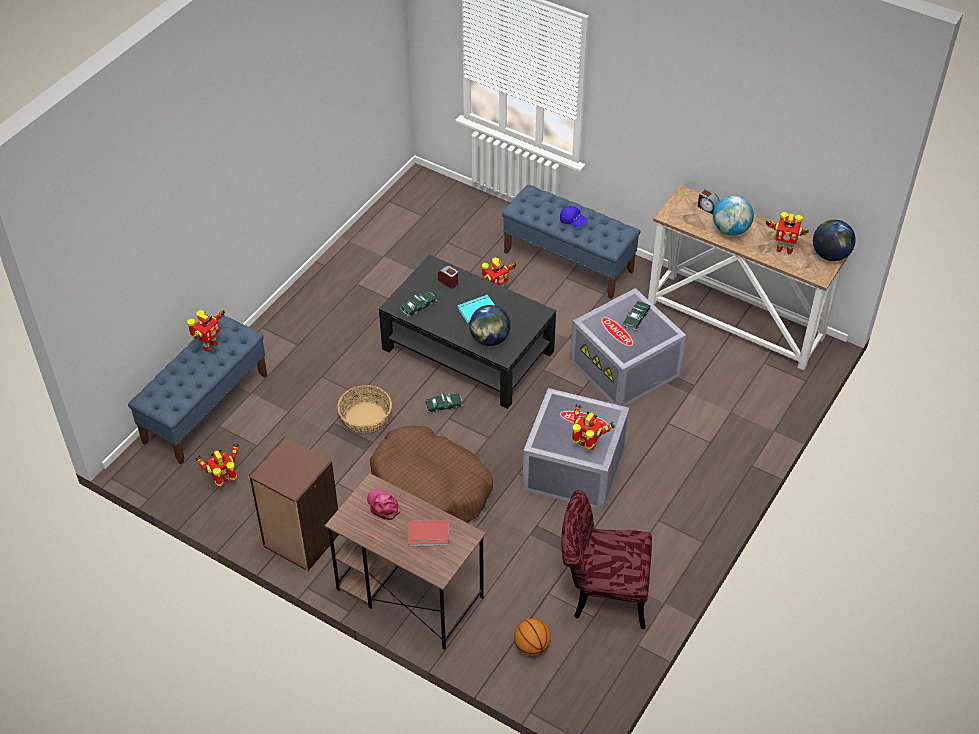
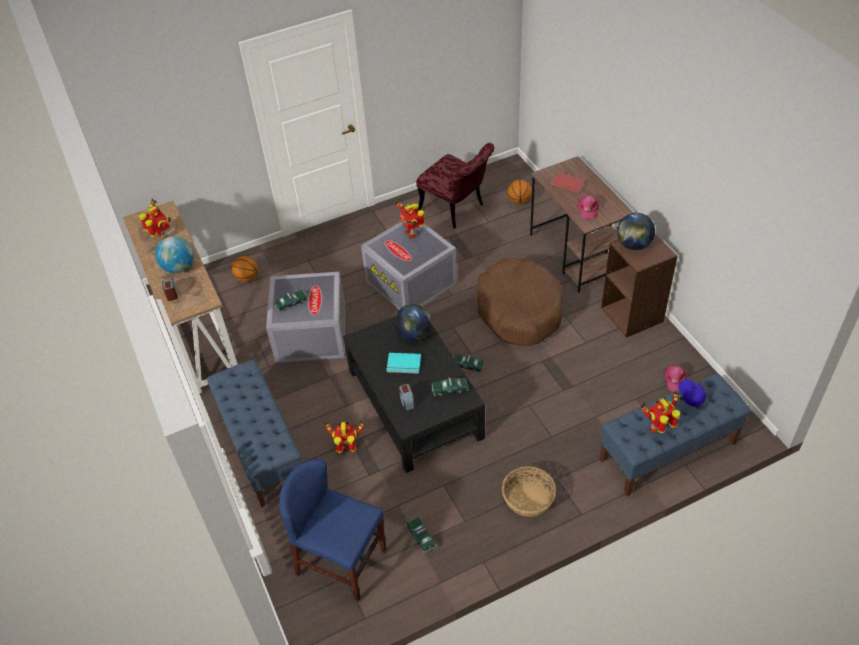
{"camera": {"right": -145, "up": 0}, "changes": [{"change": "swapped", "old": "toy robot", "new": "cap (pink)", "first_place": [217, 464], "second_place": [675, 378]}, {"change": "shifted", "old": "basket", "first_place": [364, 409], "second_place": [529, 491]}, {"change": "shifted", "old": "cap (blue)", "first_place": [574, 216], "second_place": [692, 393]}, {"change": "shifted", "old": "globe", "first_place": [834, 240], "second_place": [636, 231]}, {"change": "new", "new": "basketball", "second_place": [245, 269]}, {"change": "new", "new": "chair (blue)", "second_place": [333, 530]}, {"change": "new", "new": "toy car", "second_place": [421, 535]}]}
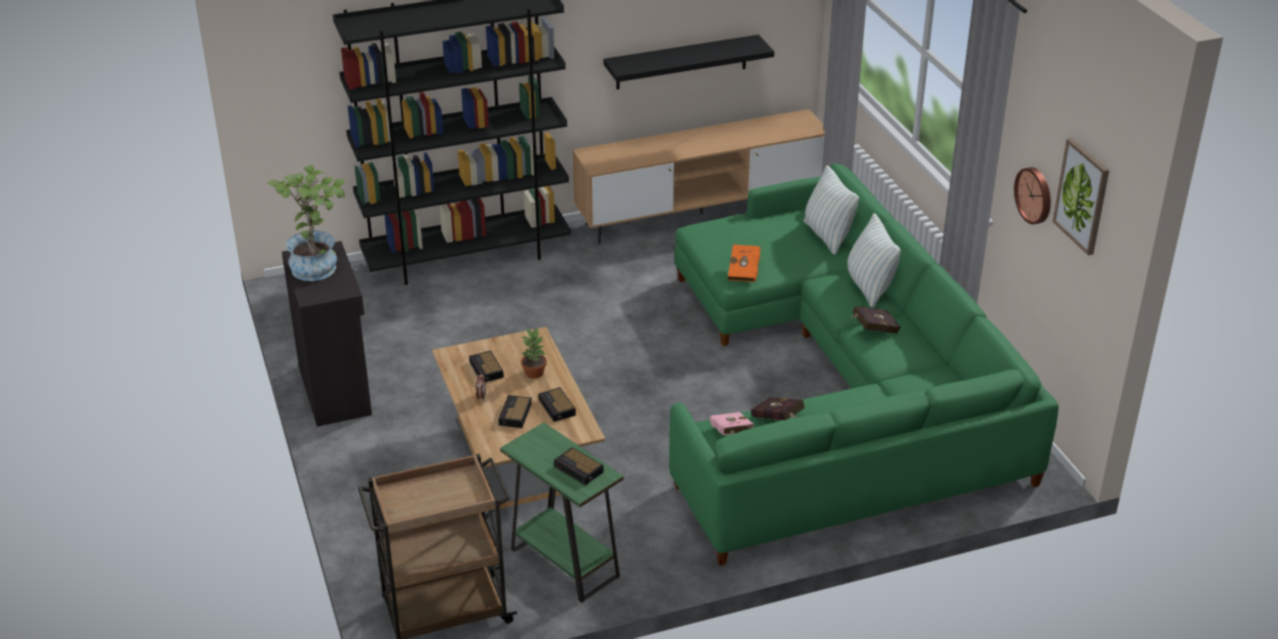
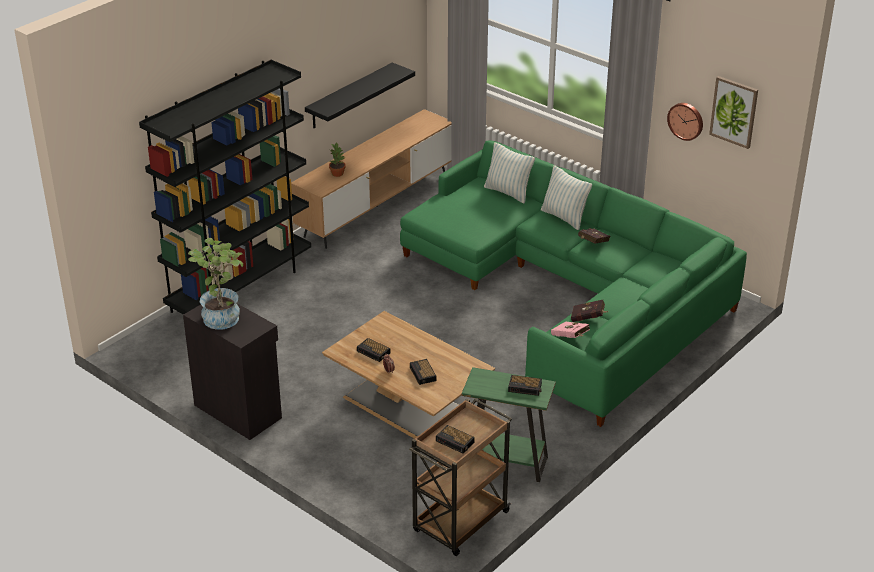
{"camera": {"right": -30, "up": 0}, "changes": [{"change": "shifted", "old": "potted plant", "first_place": [534, 353], "second_place": [337, 160]}, {"change": "shifted", "old": "alarm clock", "first_place": [557, 404], "second_place": [455, 439]}, {"change": "gone", "old": "book (orange)", "first_place": [744, 263]}]}
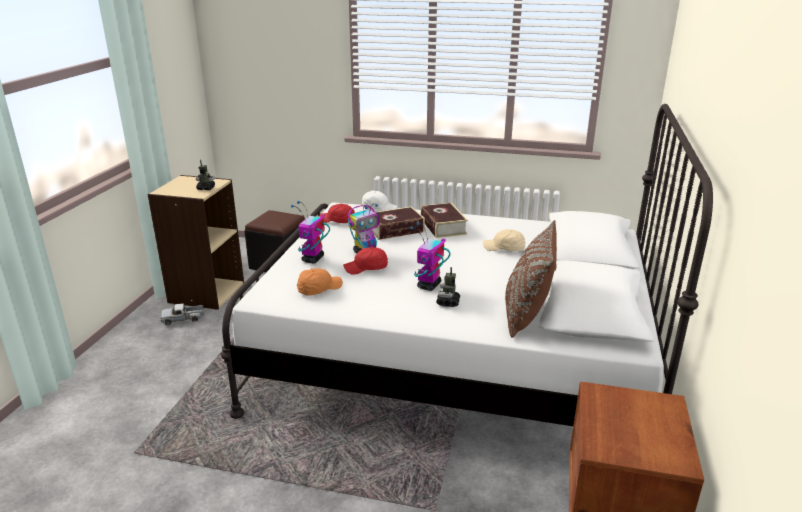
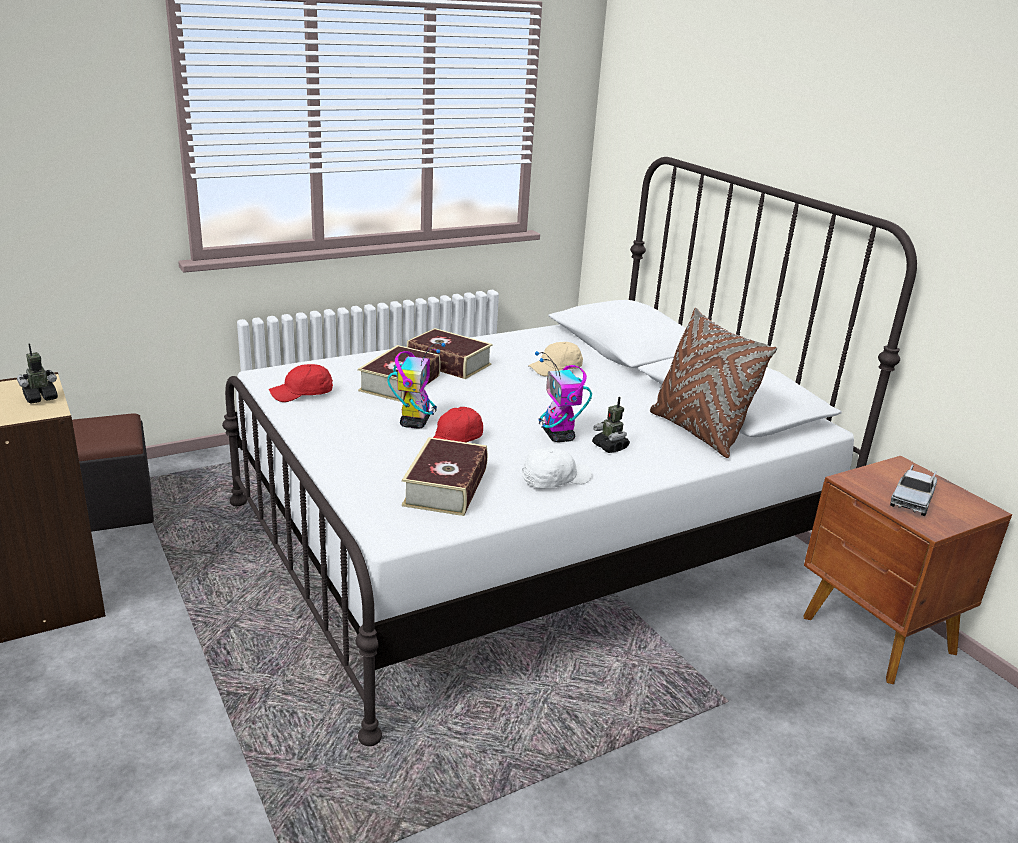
{"camera": {"right": -45, "up": 0}, "changes": [{"change": "shifted", "old": "toy truck", "first_place": [182, 314], "second_place": [913, 490]}, {"change": "gone", "old": "toy robot", "first_place": [310, 232]}, {"change": "swapped", "old": "cap (orange)", "new": "book", "first_place": [320, 282], "second_place": [445, 476]}, {"change": "shifted", "old": "cap (white)", "first_place": [379, 200], "second_place": [557, 467]}]}
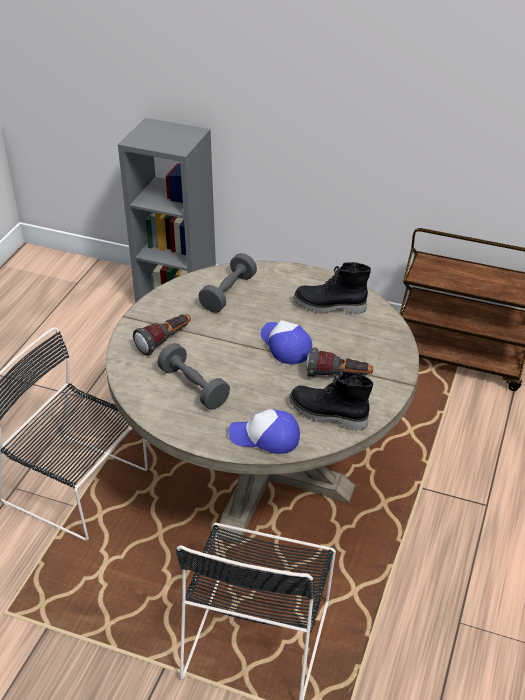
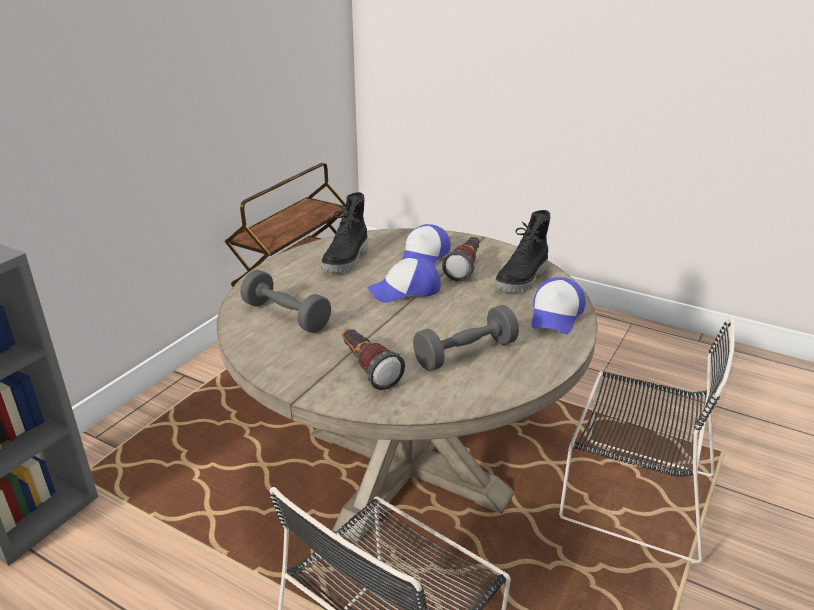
{"camera": {"right": -80, "up": -10}, "changes": [{"change": "new", "new": "cap", "second_place": [426, 244]}]}
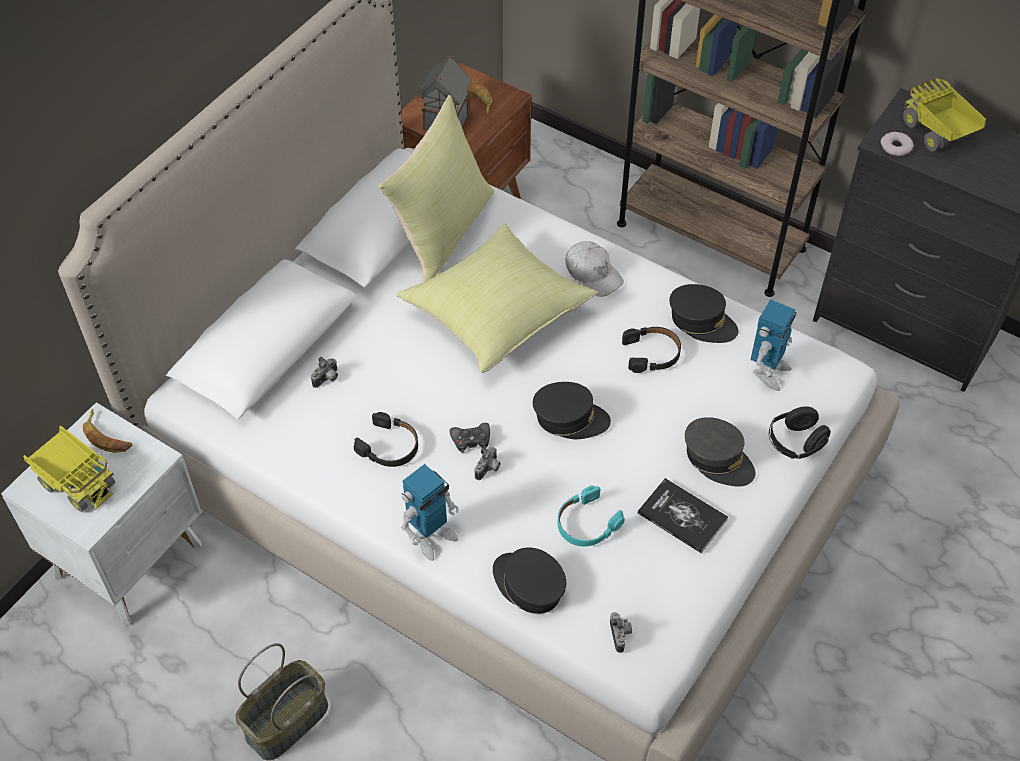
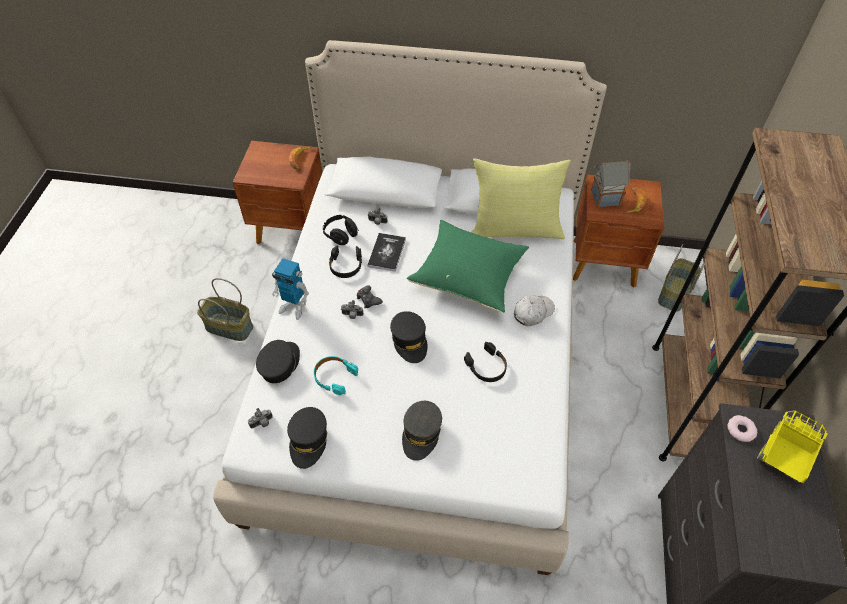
{"camera": {"right": 65, "up": 0}, "changes": [{"change": "repainted", "old": "nightstand (white)", "new": "nightstand (brown)", "first_place": [101, 514], "second_place": [278, 192]}, {"change": "gone", "old": "toy truck", "first_place": [69, 468]}, {"change": "repainted", "old": "pillow (yellow)", "new": "pillow (green)", "first_place": [496, 298], "second_place": [468, 266]}, {"change": "rotated", "old": "cap (white)", "first_place": [595, 269], "second_place": [534, 310], "degrees": -150}, {"change": "shifted", "old": "book", "first_place": [683, 515], "second_place": [386, 252]}, {"change": "shifted", "old": "cap (black)", "first_place": [703, 313], "second_place": [307, 438]}, {"change": "gone", "old": "toy robot", "first_place": [773, 345]}, {"change": "shifted", "old": "headphones (black)", "first_place": [800, 432], "second_place": [341, 230]}, {"change": "new", "new": "basket", "second_place": [681, 278]}]}
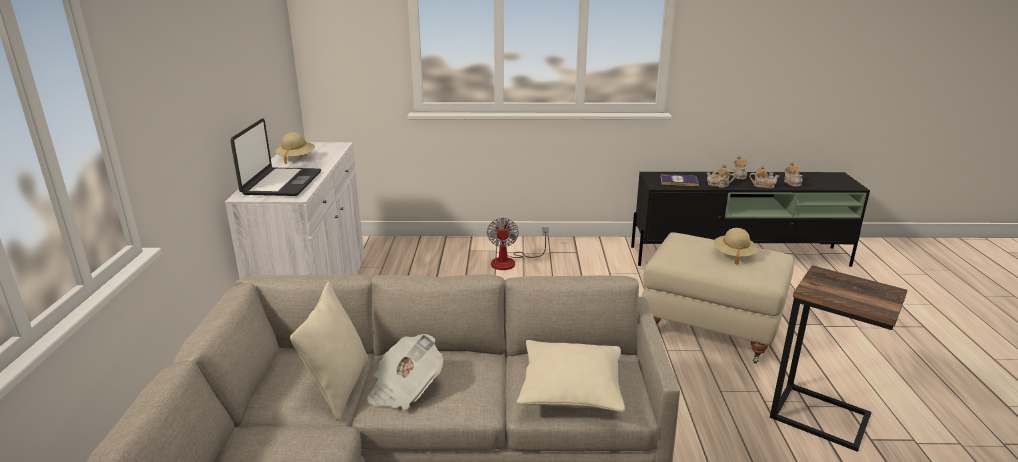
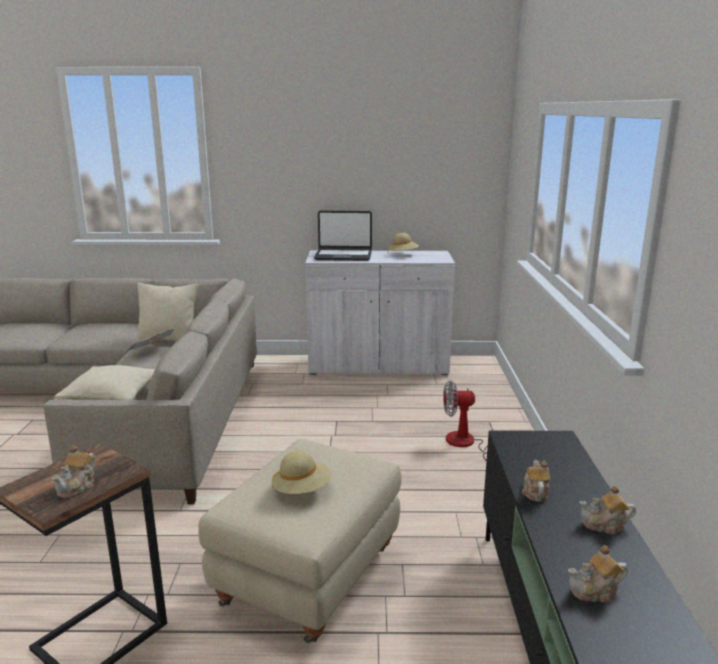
{"camera": {"right": 90, "up": -5}, "changes": [{"change": "gone", "old": "book", "first_place": [680, 180]}, {"change": "shifted", "old": "teapot", "first_place": [764, 176], "second_place": [74, 471]}]}
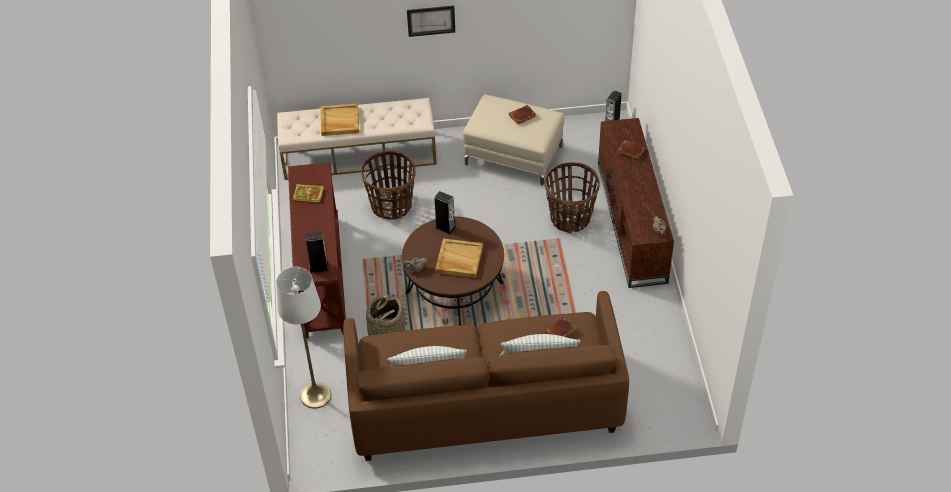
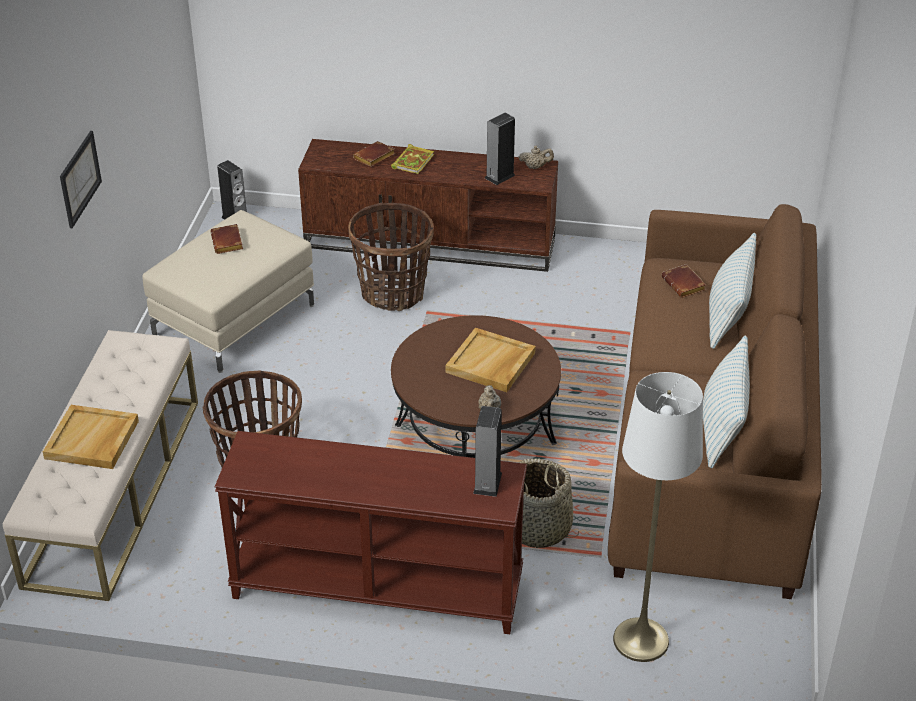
{"camera": {"right": -75, "up": -10}, "changes": [{"change": "shifted", "old": "book", "first_place": [308, 193], "second_place": [412, 159]}, {"change": "shifted", "old": "speaker", "first_place": [445, 212], "second_place": [500, 149]}]}
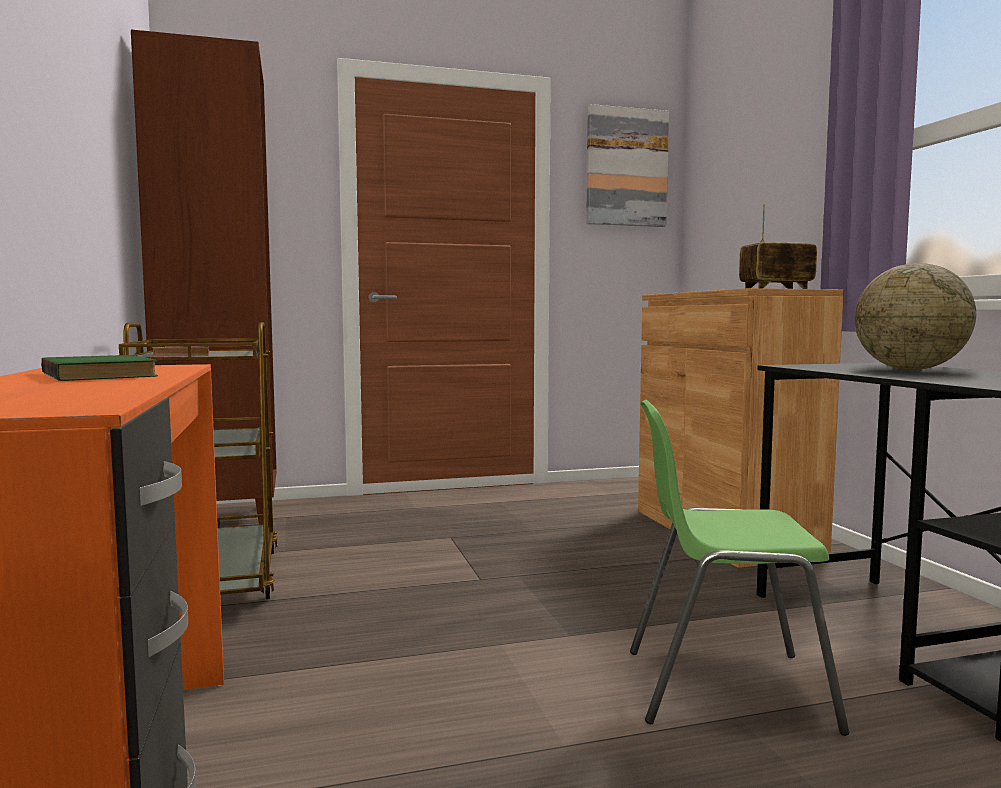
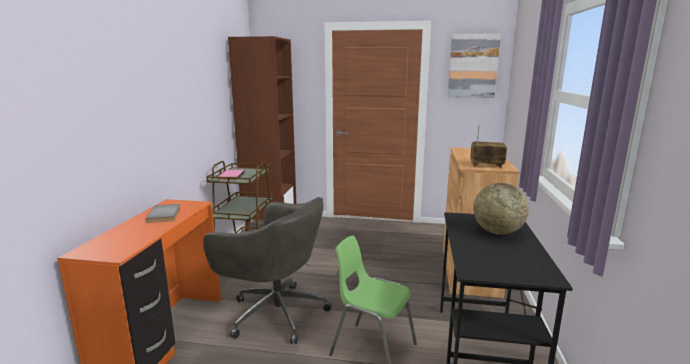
{"camera": {"right": 25, "up": 10}, "changes": [{"change": "repainted", "old": "book (green)", "new": "book (grey)", "first_place": [99, 368], "second_place": [163, 213]}, {"change": "new", "new": "office chair (grey)", "second_place": [267, 270]}]}
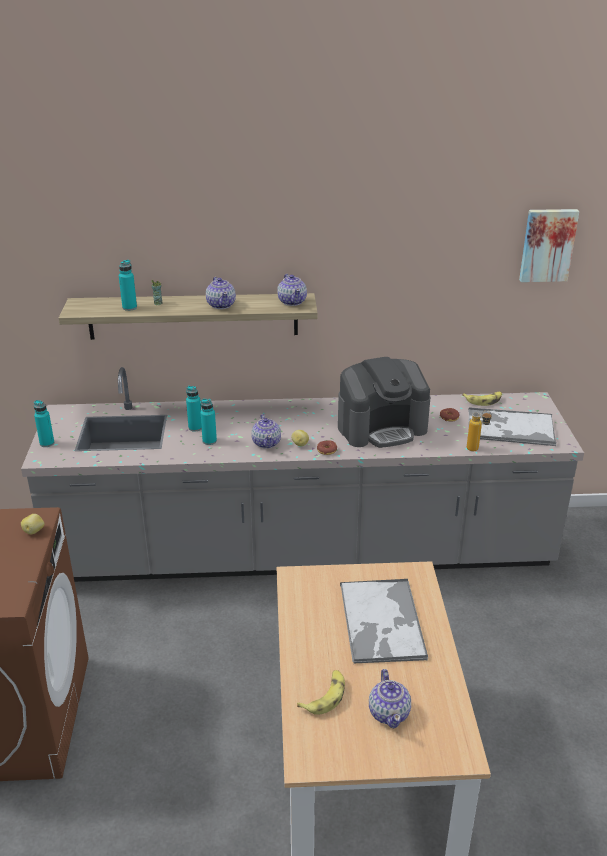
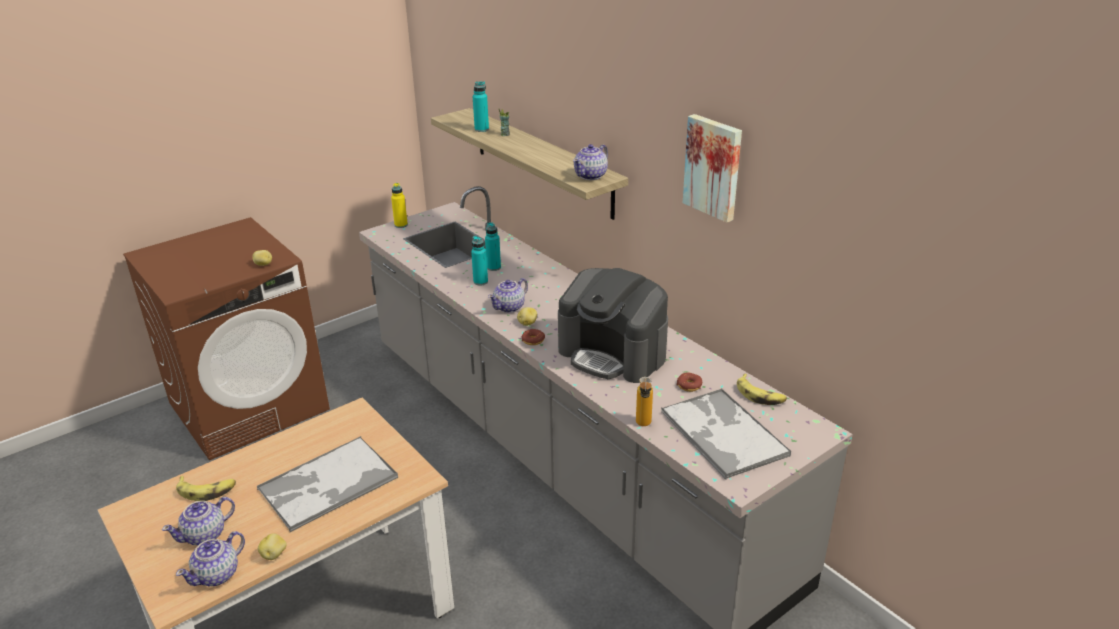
{"camera": {"right": 55, "up": 0}, "changes": [{"change": "repainted", "old": "bottle (turquoise)", "new": "bottle (yellow)", "first_place": [44, 423], "second_place": [399, 205]}, {"change": "shifted", "old": "teapot", "first_place": [221, 293], "second_place": [210, 558]}, {"change": "shifted", "old": "picture", "first_place": [549, 245], "second_place": [712, 168]}, {"change": "new", "new": "potato", "second_place": [272, 546]}]}
